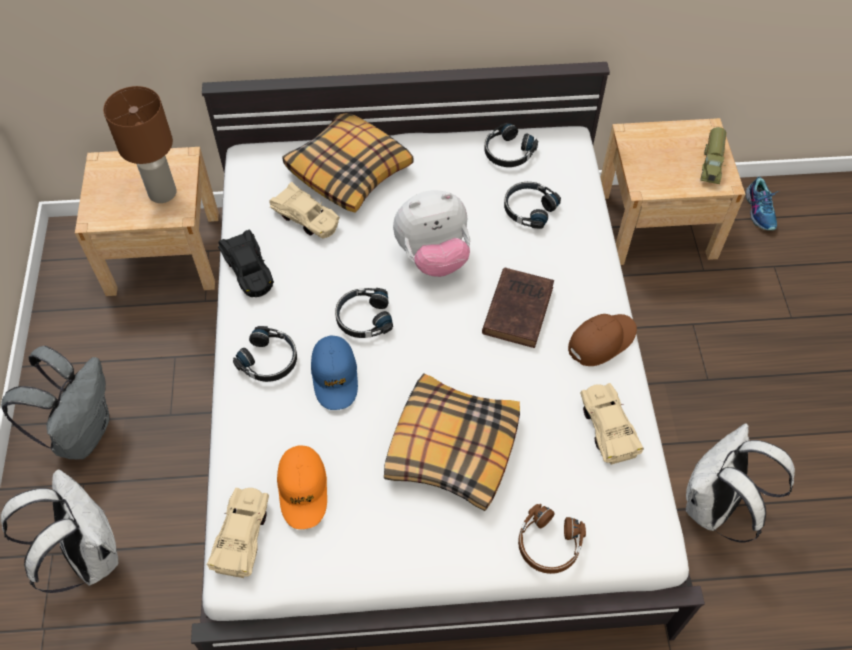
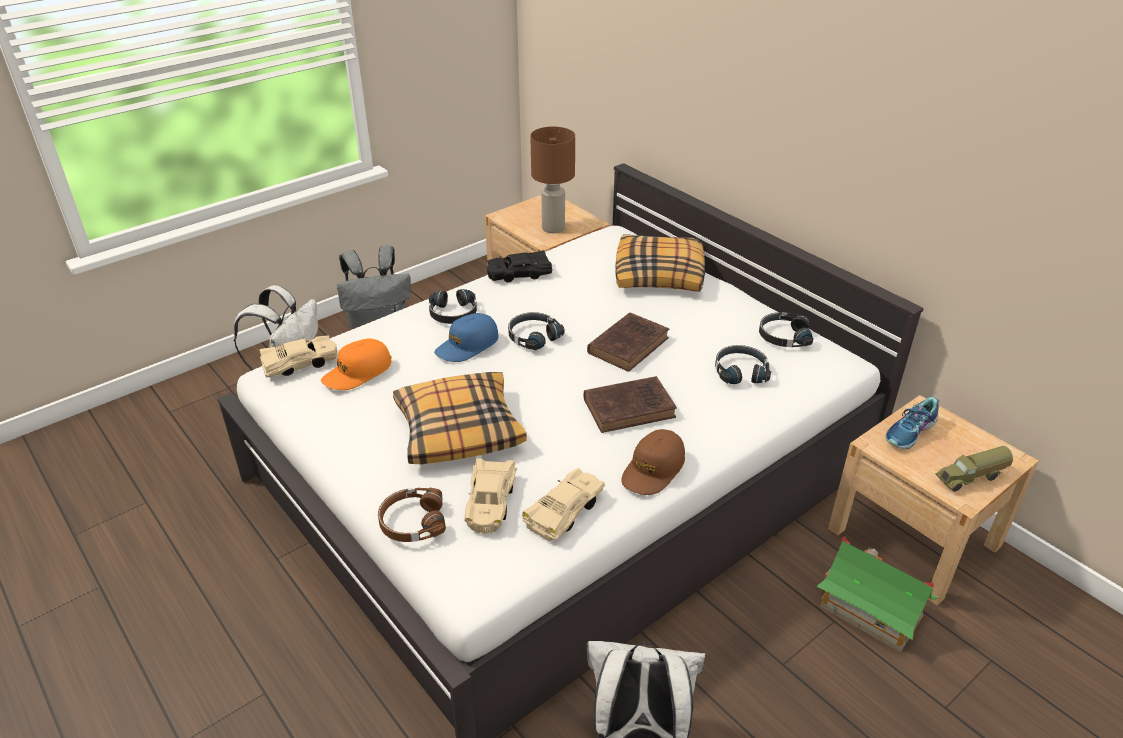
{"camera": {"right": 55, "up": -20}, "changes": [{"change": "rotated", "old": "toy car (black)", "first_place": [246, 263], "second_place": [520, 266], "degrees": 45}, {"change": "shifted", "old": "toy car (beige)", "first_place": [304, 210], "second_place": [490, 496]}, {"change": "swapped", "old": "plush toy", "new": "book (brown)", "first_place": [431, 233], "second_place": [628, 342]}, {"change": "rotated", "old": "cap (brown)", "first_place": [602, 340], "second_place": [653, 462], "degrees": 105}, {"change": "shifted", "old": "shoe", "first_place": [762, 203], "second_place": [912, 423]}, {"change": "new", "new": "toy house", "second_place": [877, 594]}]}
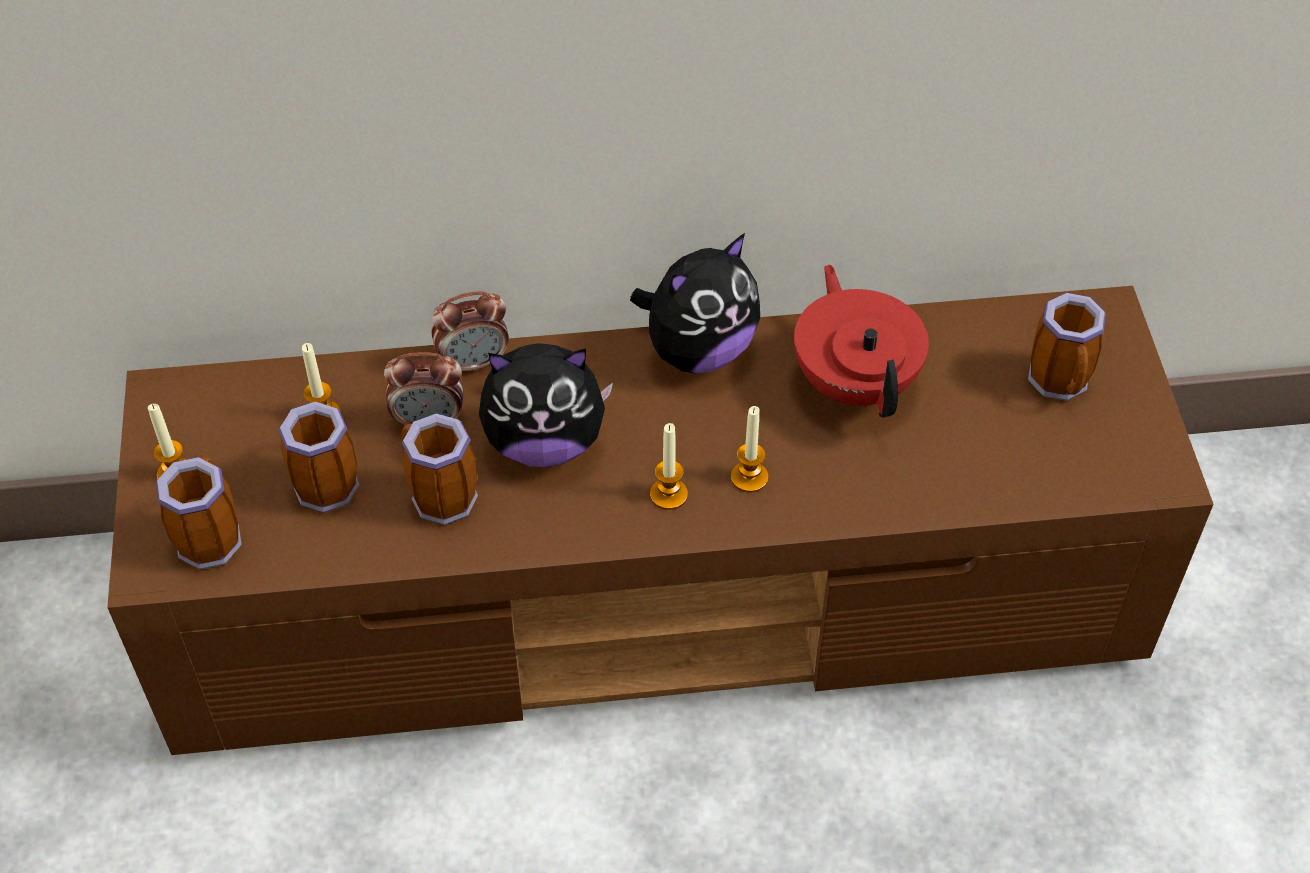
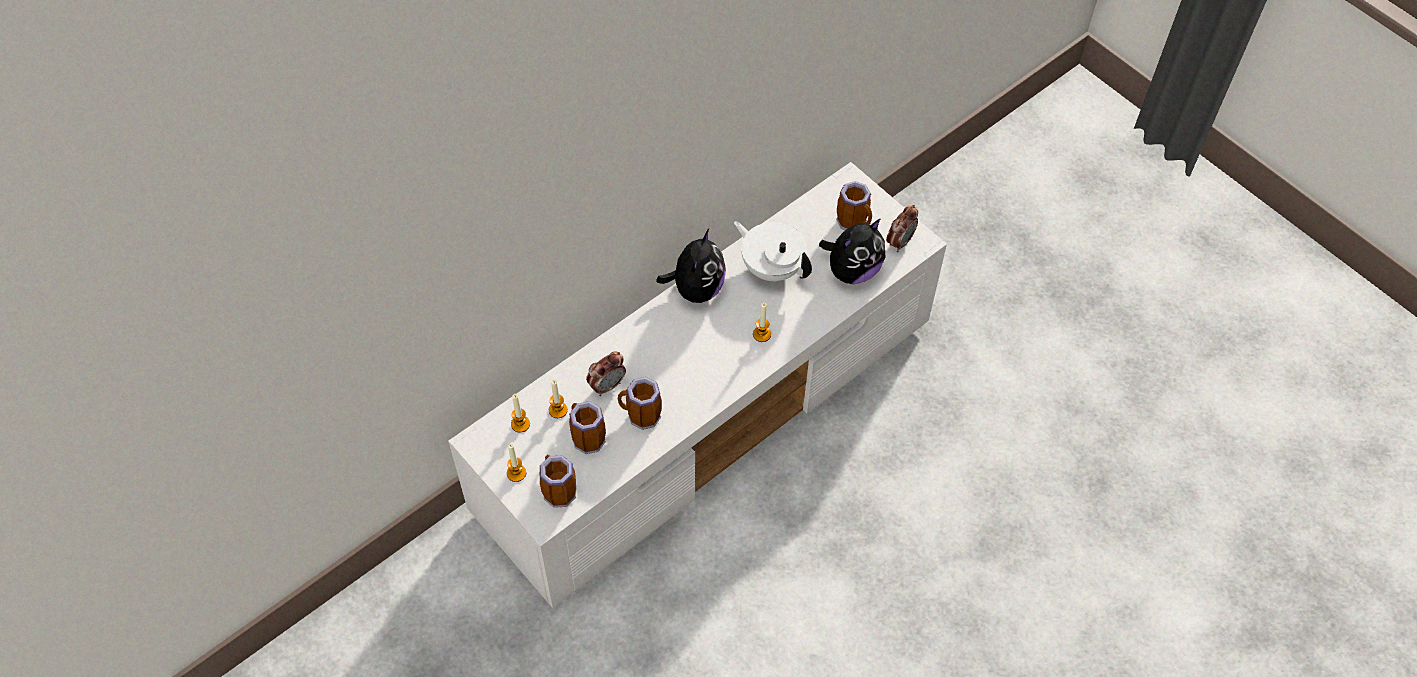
{"camera": {"right": -35, "up": 5}, "changes": [{"change": "repainted", "old": "tv stand (brown)", "new": "tv stand (white)", "first_place": [660, 520], "second_place": [697, 385]}, {"change": "shifted", "old": "alarm clock", "first_place": [470, 331], "second_place": [902, 228]}, {"change": "shifted", "old": "plush toy", "first_place": [546, 405], "second_place": [852, 251]}, {"change": "shifted", "old": "candle", "first_place": [669, 466], "second_place": [520, 413]}, {"change": "repainted", "old": "teapot (red)", "new": "teapot (white)", "first_place": [861, 341], "second_place": [773, 251]}]}
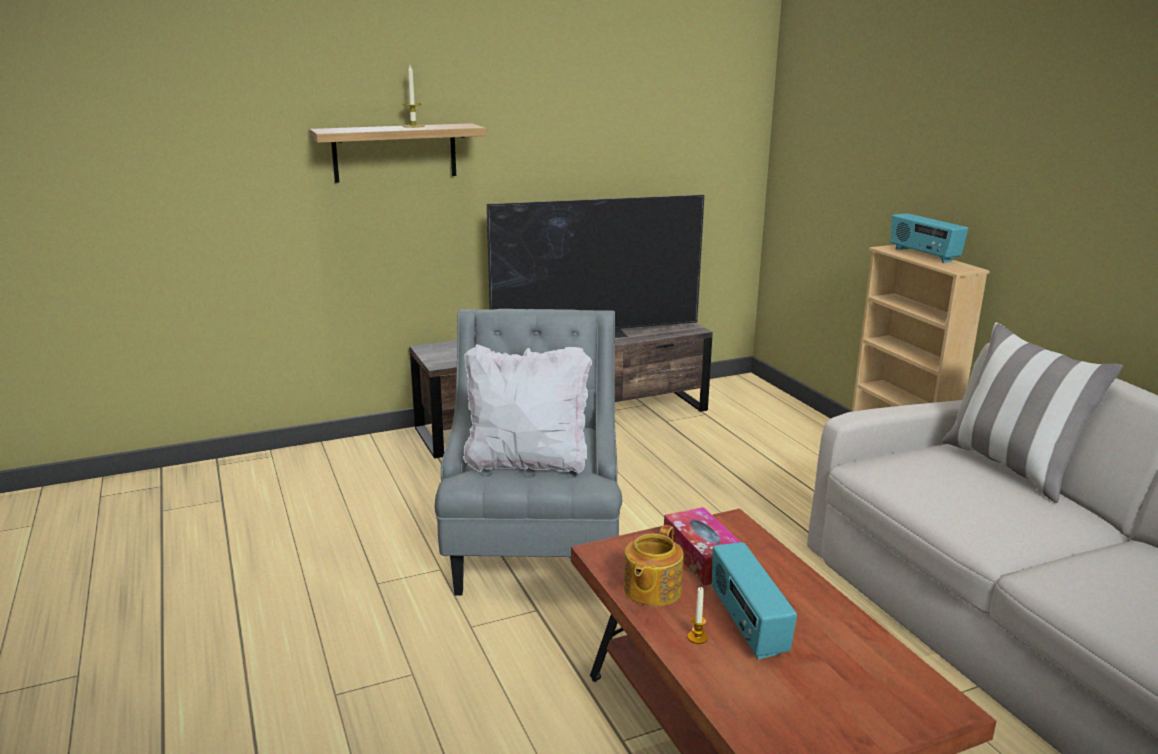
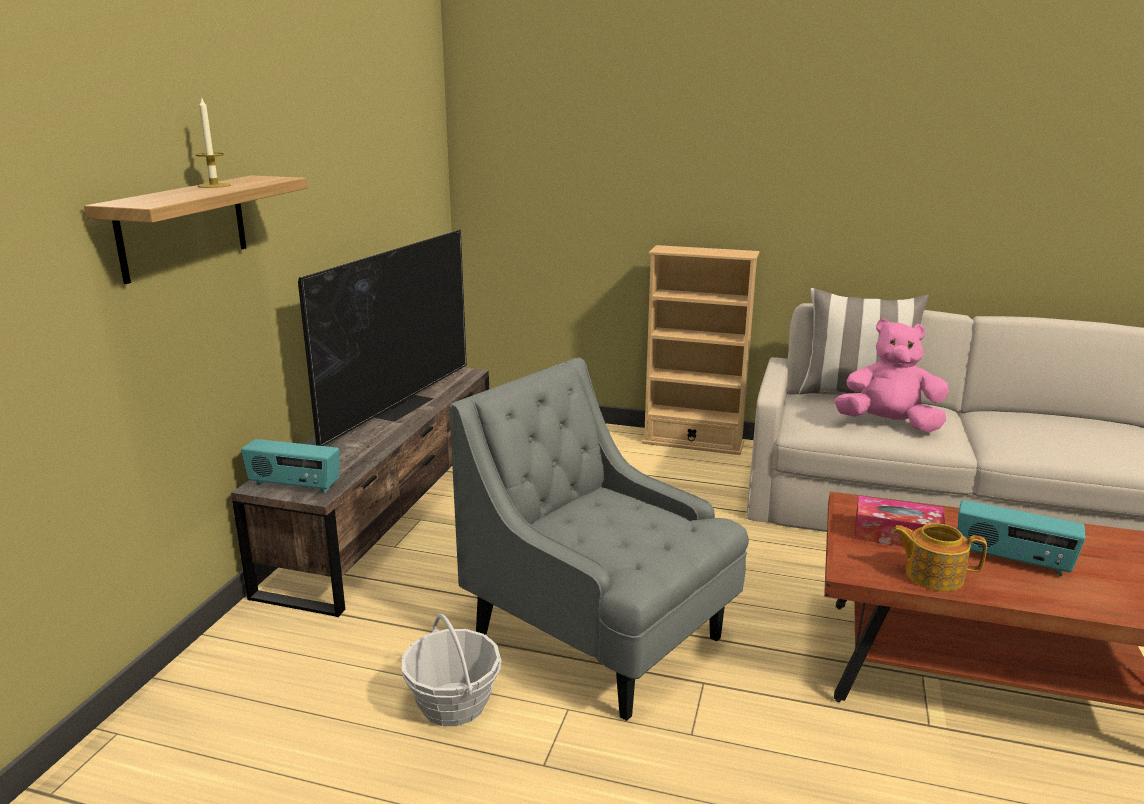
{"camera": {"right": -50, "up": 0}, "changes": [{"change": "gone", "old": "pillow (white)", "first_place": [527, 408]}, {"change": "rotated", "old": "teapot", "first_place": [653, 566], "second_place": [939, 557], "degrees": 135}, {"change": "gone", "old": "candle", "first_place": [698, 615]}, {"change": "shifted", "old": "radio", "first_place": [929, 238], "second_place": [290, 466]}, {"change": "new", "new": "basket", "second_place": [451, 670]}, {"change": "new", "new": "plush toy (pink)", "second_place": [891, 375]}]}
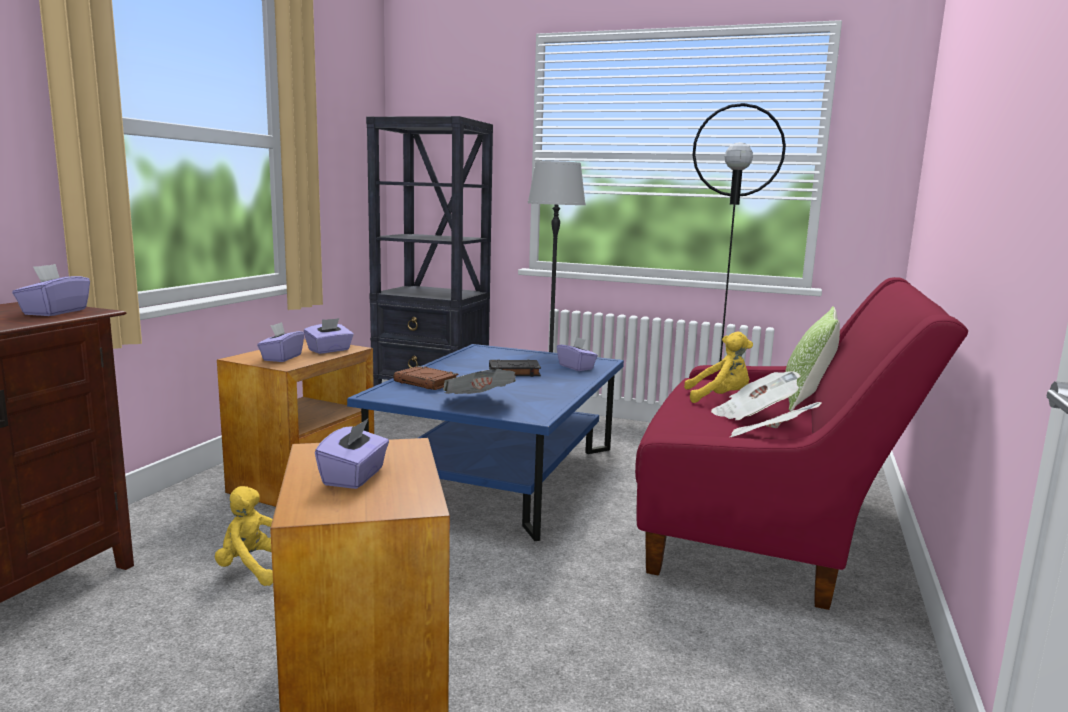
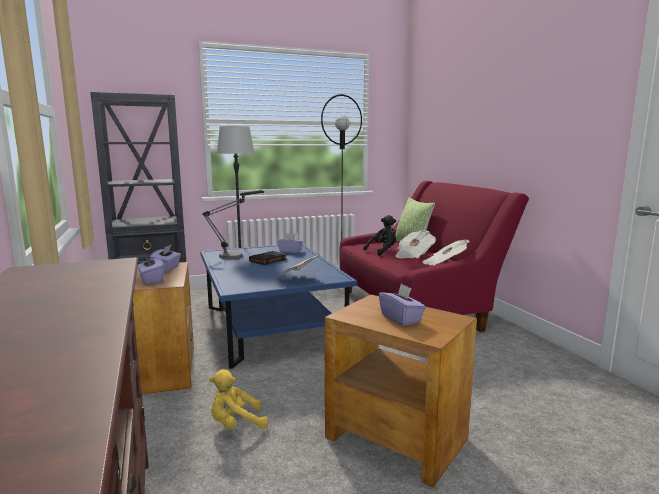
{"camera": {"right": -40, "up": 0}, "changes": [{"change": "gone", "old": "tissue box (purple)", "first_place": [51, 290]}, {"change": "gone", "old": "book (brown)", "first_place": [426, 378]}, {"change": "repainted", "old": "plush toy (yellow)", "new": "plush toy (black)", "first_place": [718, 367], "second_place": [379, 235]}, {"change": "new", "new": "table lamp", "second_place": [233, 224]}]}
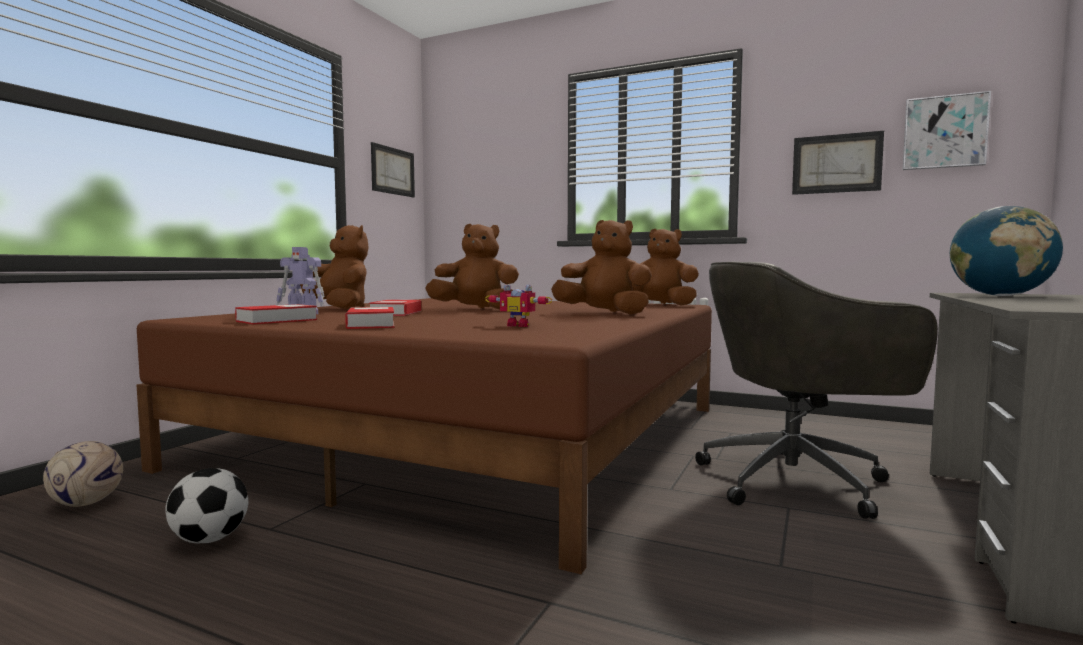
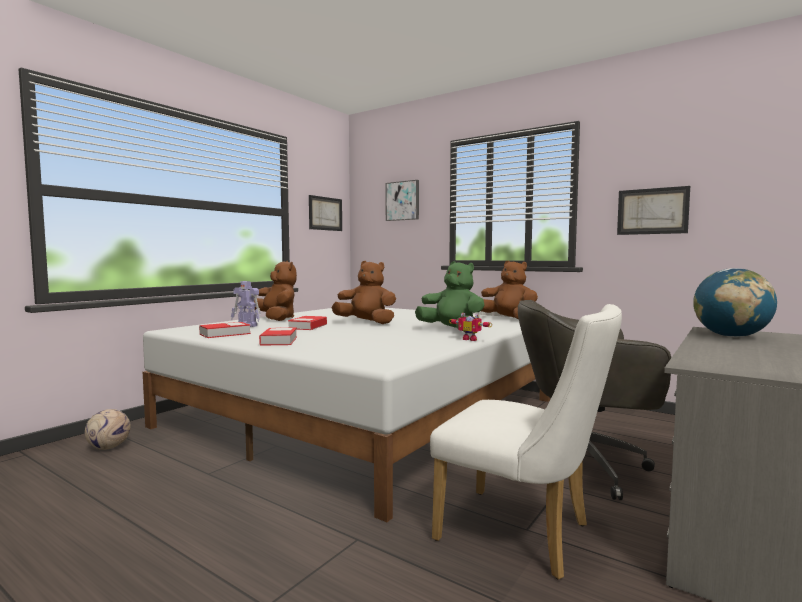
{"camera": {"right": 10, "up": 0}, "changes": [{"change": "repainted", "old": "bed (brown)", "new": "bed (white)", "first_place": [424, 436], "second_place": [346, 415]}, {"change": "gone", "old": "football", "first_place": [206, 505]}, {"change": "shifted", "old": "toy robot", "first_place": [518, 305], "second_place": [471, 327]}, {"change": "repainted", "old": "plush toy (brown)", "new": "plush toy (green)", "first_place": [601, 267], "second_place": [449, 296]}, {"change": "shifted", "old": "picture", "first_place": [947, 130], "second_place": [402, 200]}, {"change": "new", "new": "chair (white)", "second_place": [526, 441]}]}
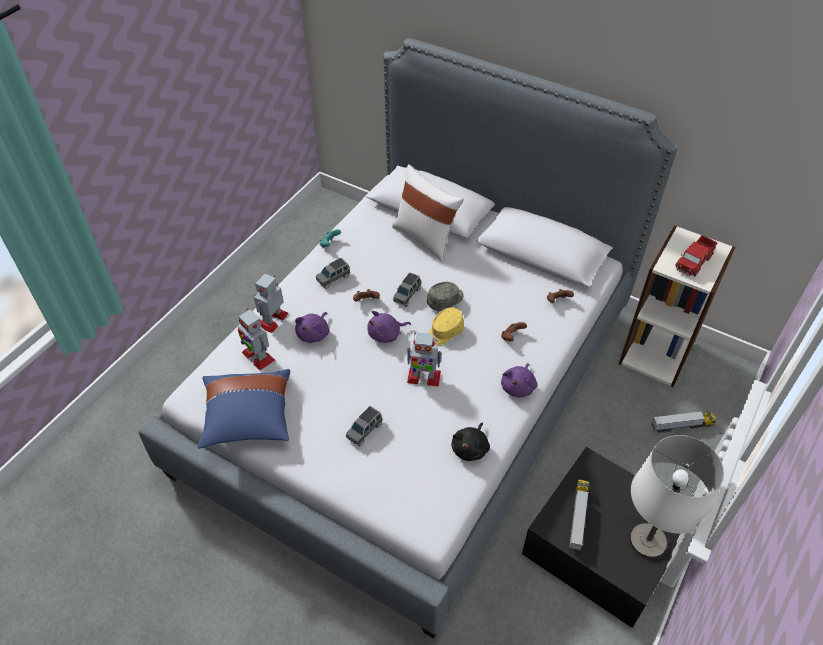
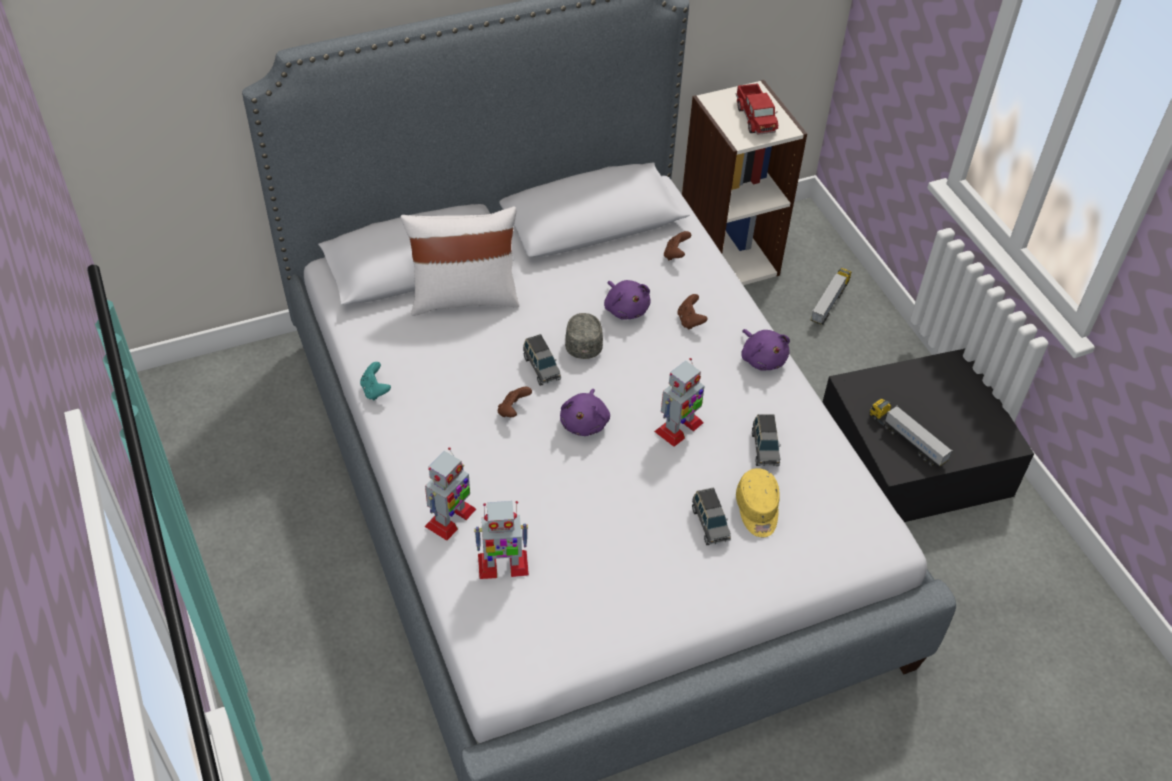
{"camera": {"right": -55, "up": 0}, "changes": [{"change": "gone", "old": "pillow (blue)", "first_place": [244, 409]}, {"change": "rotated", "old": "toy robot", "first_place": [271, 303], "second_place": [450, 494], "degrees": -120}, {"change": "shifted", "old": "plush toy (purple)", "first_place": [312, 327], "second_place": [627, 300]}, {"change": "shifted", "old": "toy car (grey)", "first_place": [333, 273], "second_place": [766, 440]}, {"change": "shifted", "old": "cap (yellow)", "first_place": [446, 326], "second_place": [758, 502]}, {"change": "gone", "old": "plush toy (black)", "first_place": [470, 442]}, {"change": "gone", "old": "table lamp (white)", "first_place": [677, 497]}]}
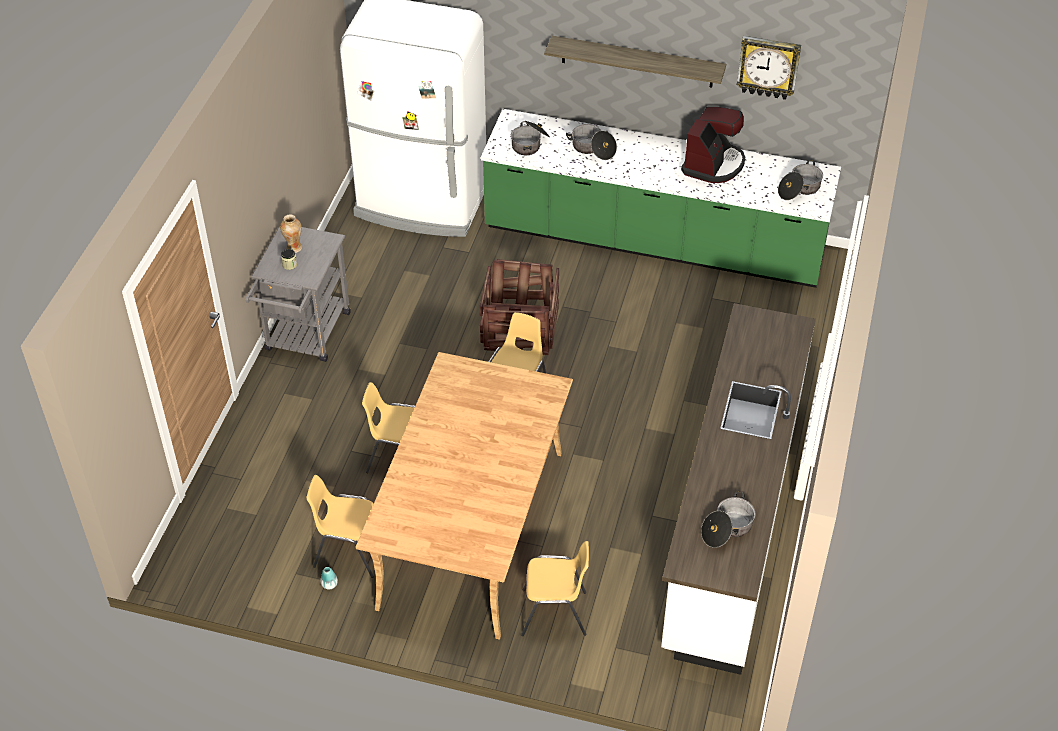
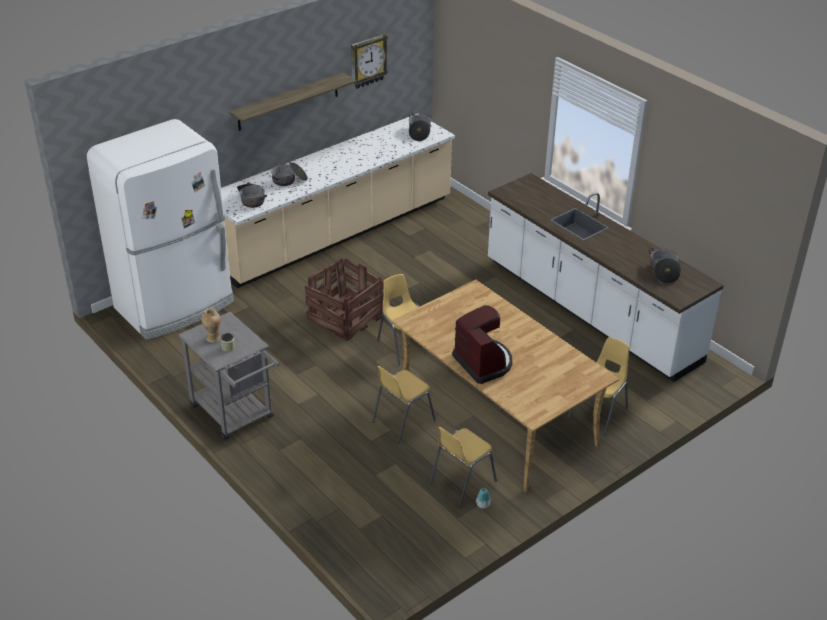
{"camera": {"right": -55, "up": -10}, "changes": [{"change": "repainted", "old": "counter (green)", "new": "counter (beige)", "first_place": [661, 198], "second_place": [338, 201]}, {"change": "shifted", "old": "coffee machine", "first_place": [713, 145], "second_place": [482, 344]}]}
